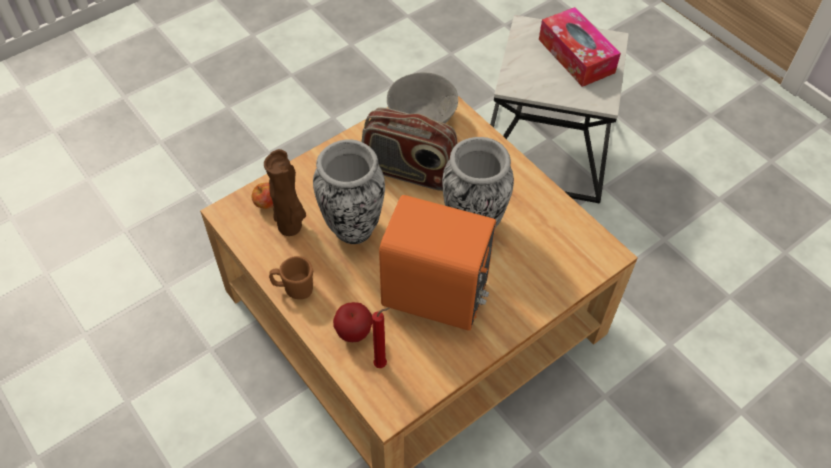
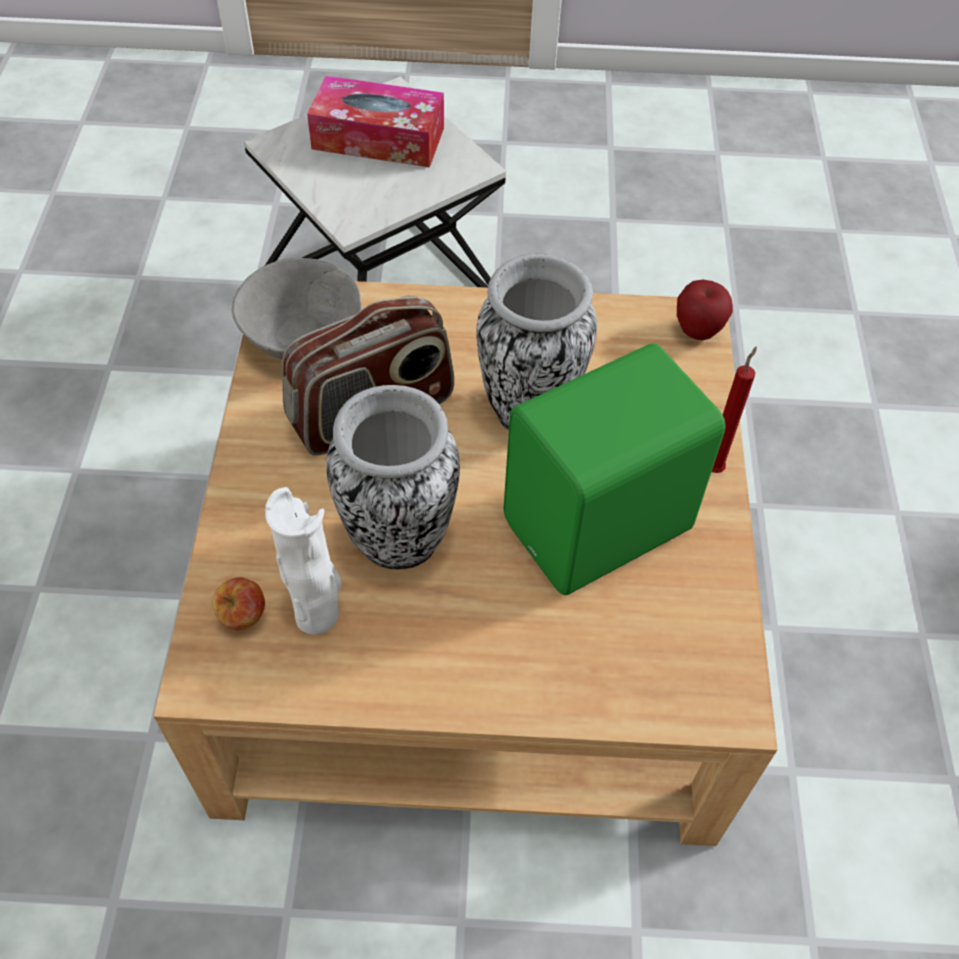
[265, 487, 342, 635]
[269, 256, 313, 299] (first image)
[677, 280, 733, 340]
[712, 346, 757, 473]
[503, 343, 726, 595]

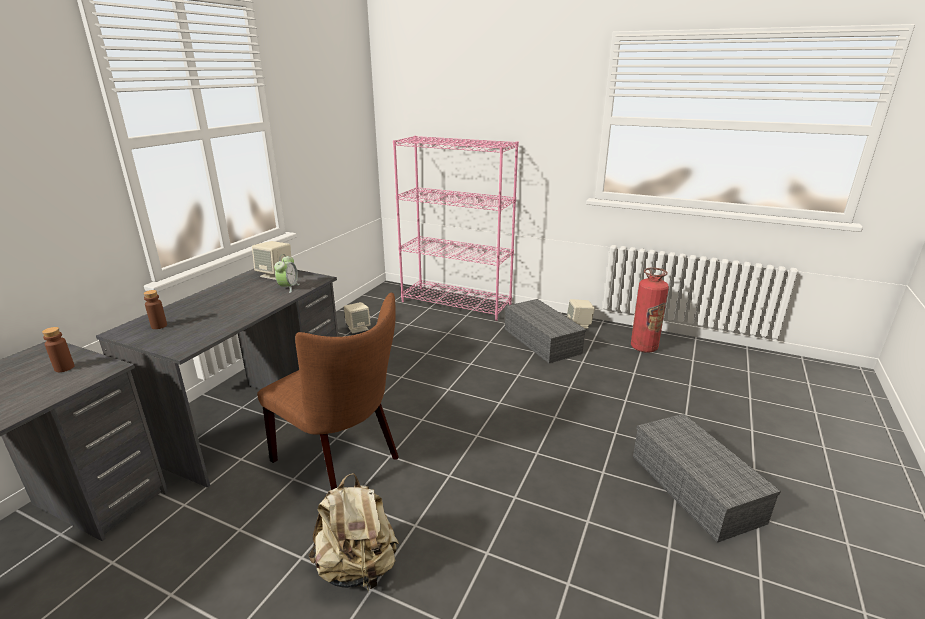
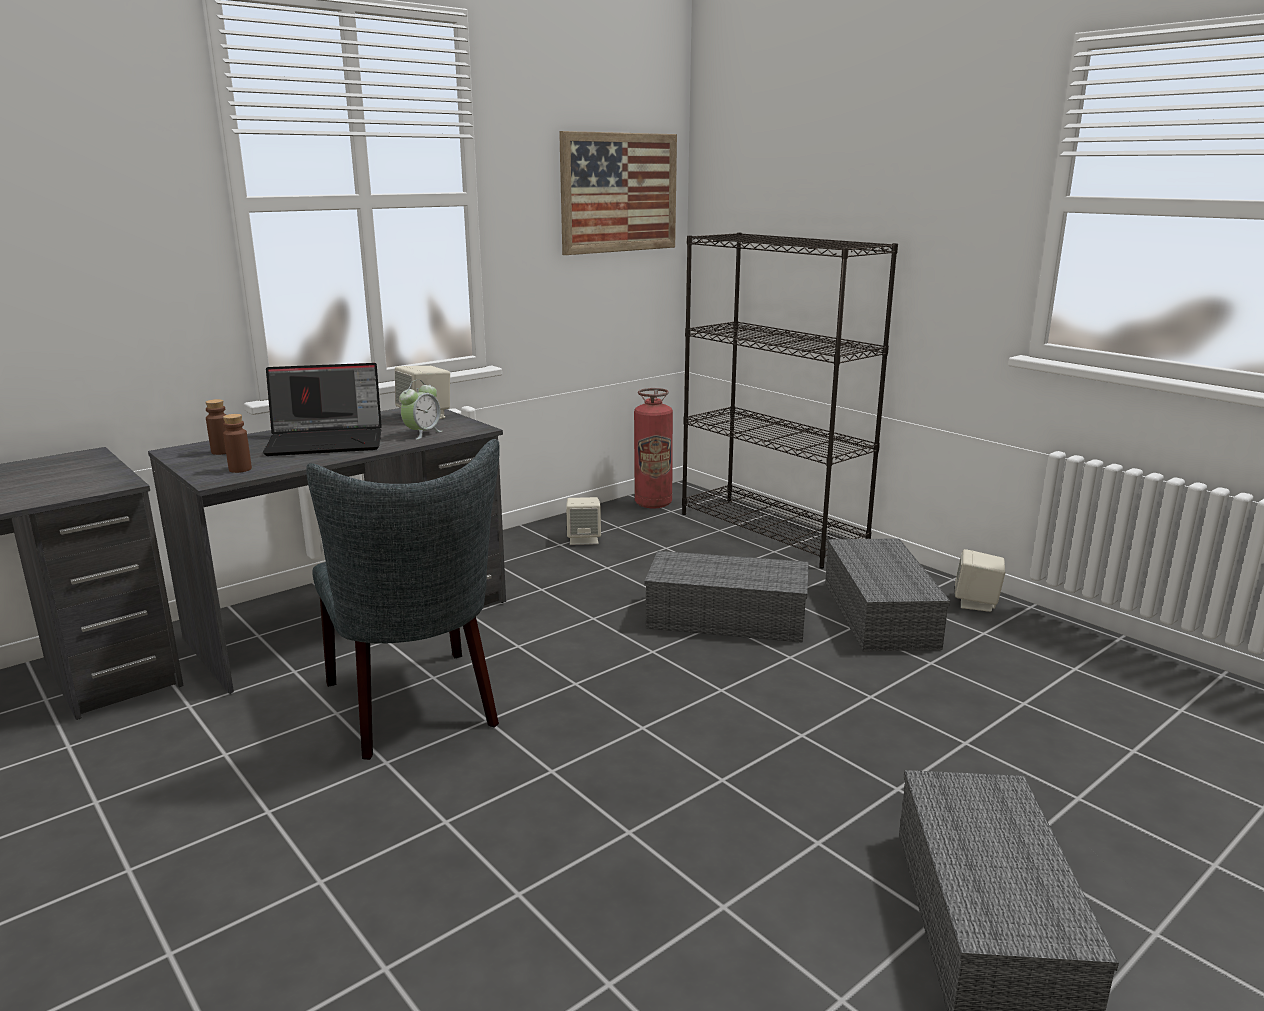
[223, 414, 252, 473]
[306, 439, 500, 760]
[309, 473, 399, 593] (first image)
[682, 232, 898, 568]
[634, 388, 673, 508]
[263, 363, 382, 456]
[559, 131, 677, 255]
[645, 551, 809, 643]

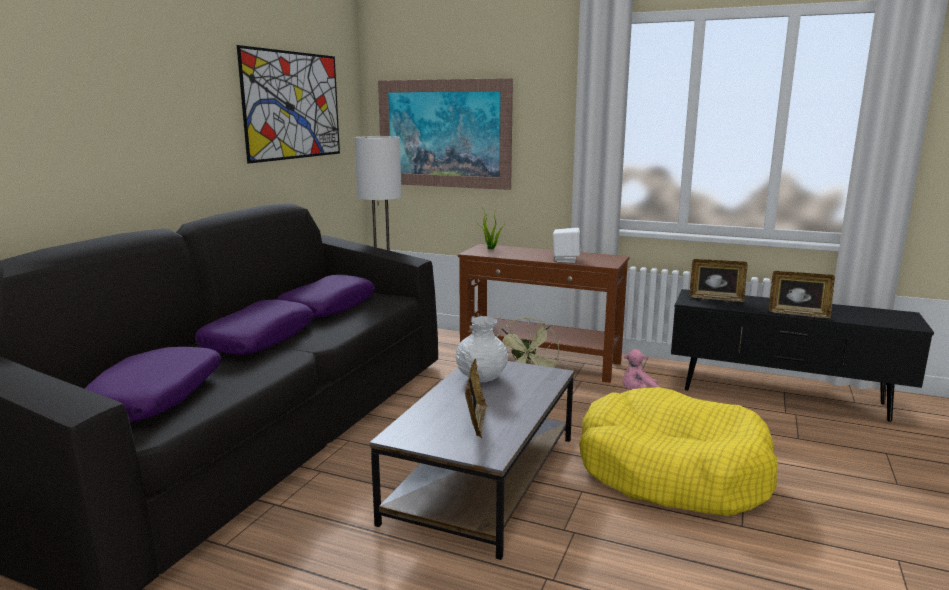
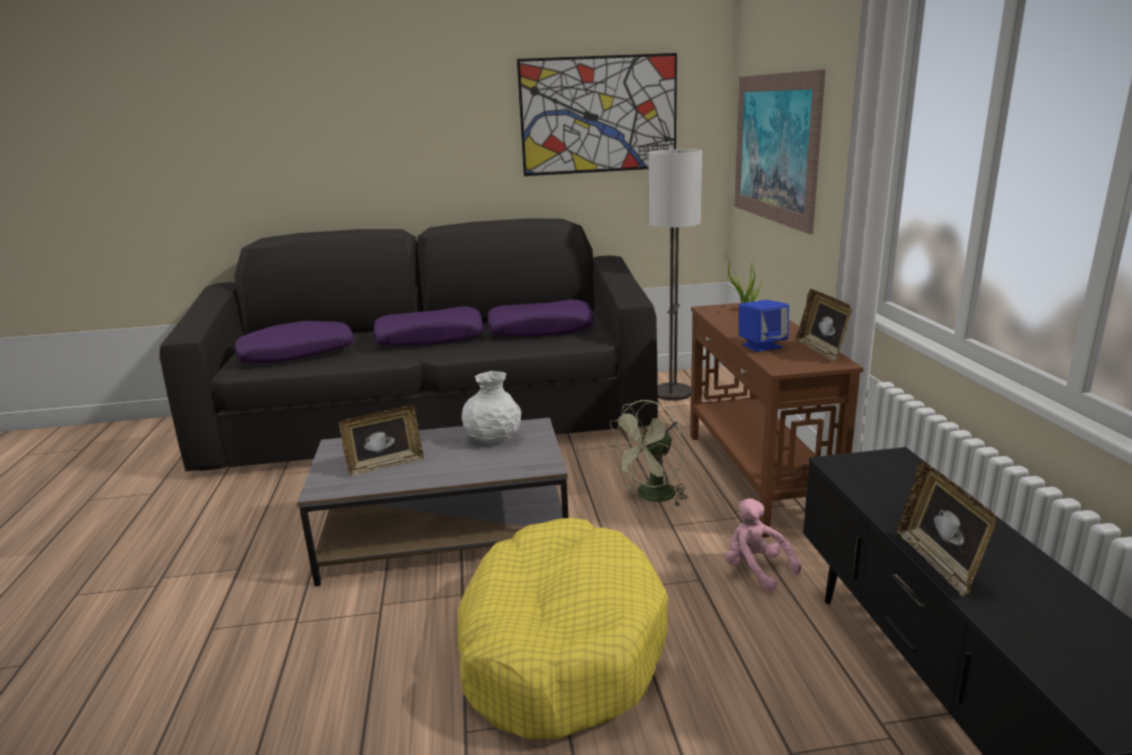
[739, 300, 789, 352]
[796, 289, 852, 362]

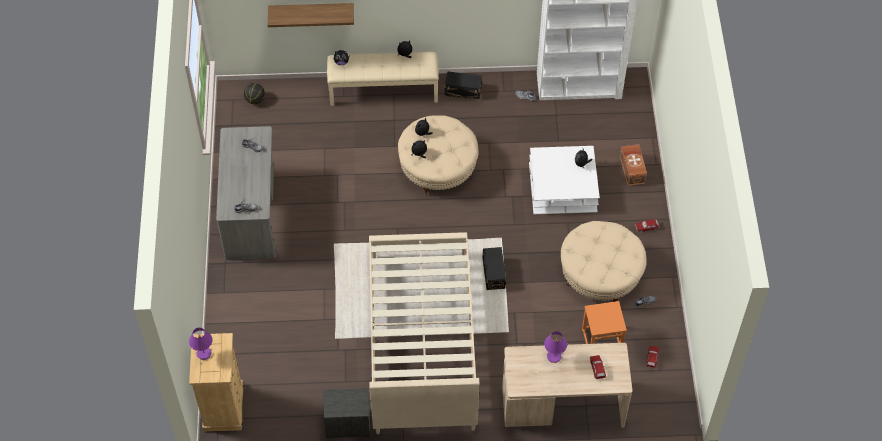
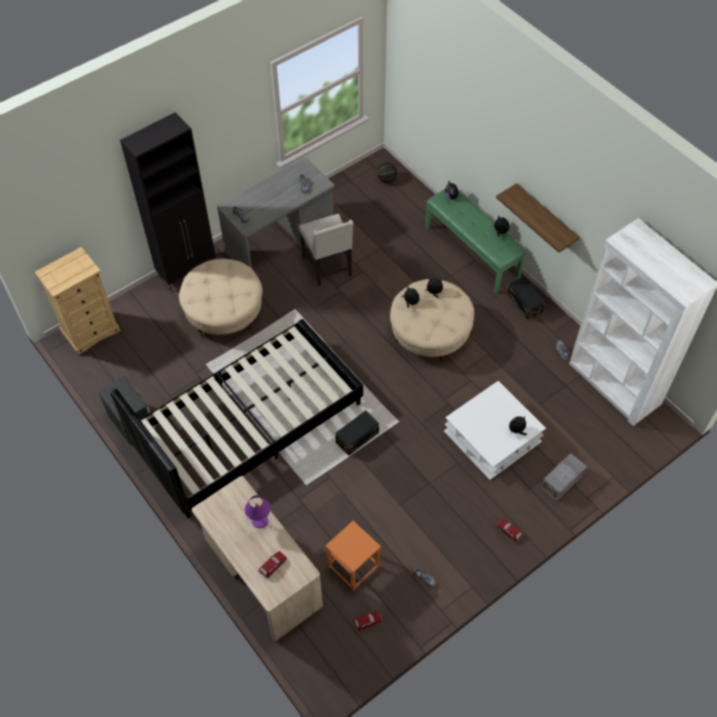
[189, 328, 213, 360] (first image)
[496, 183, 580, 253]
[425, 189, 527, 293]
[110, 319, 363, 518]
[179, 259, 263, 337]
[541, 453, 587, 501]
[120, 112, 216, 291]
[299, 214, 353, 286]

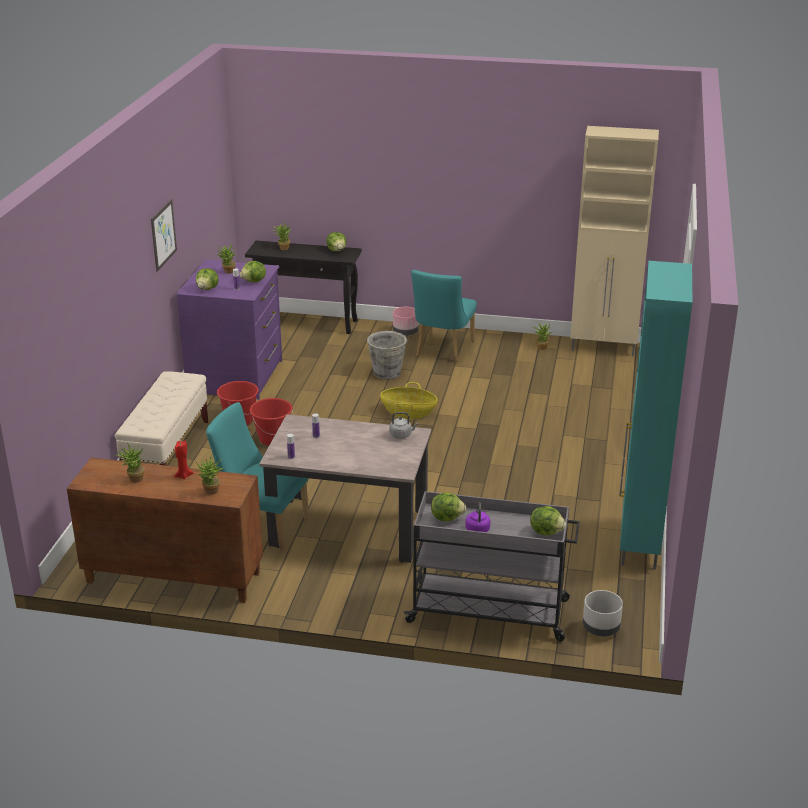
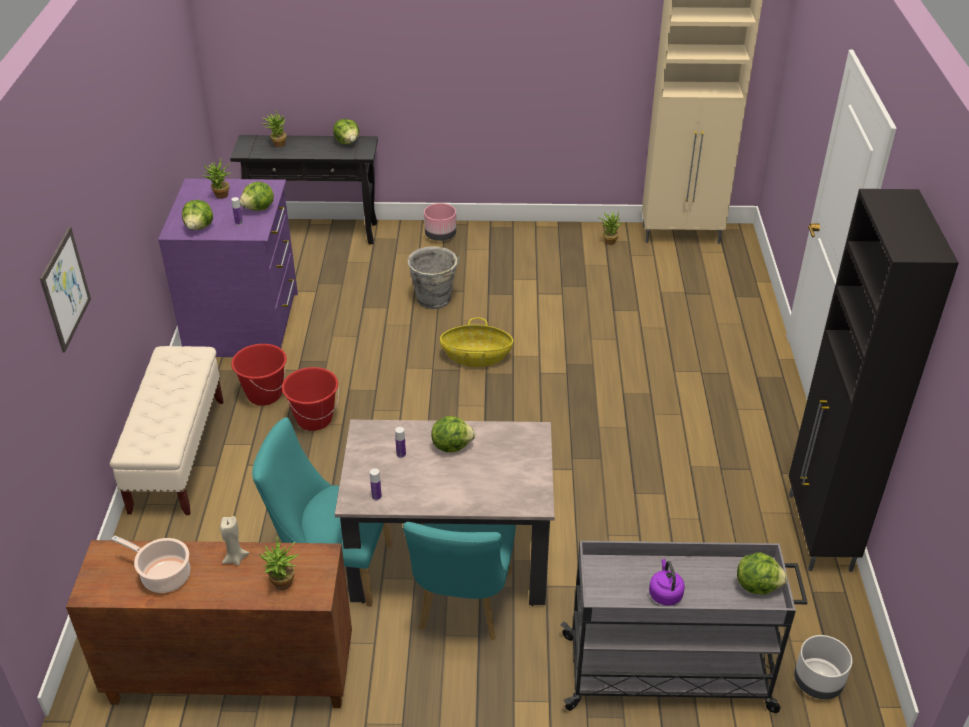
[112, 535, 190, 593]
[40, 227, 91, 353]
[220, 516, 249, 566]
[389, 412, 418, 439] (first image)
[403, 522, 516, 640]
[431, 416, 475, 452]
[789, 189, 959, 572]

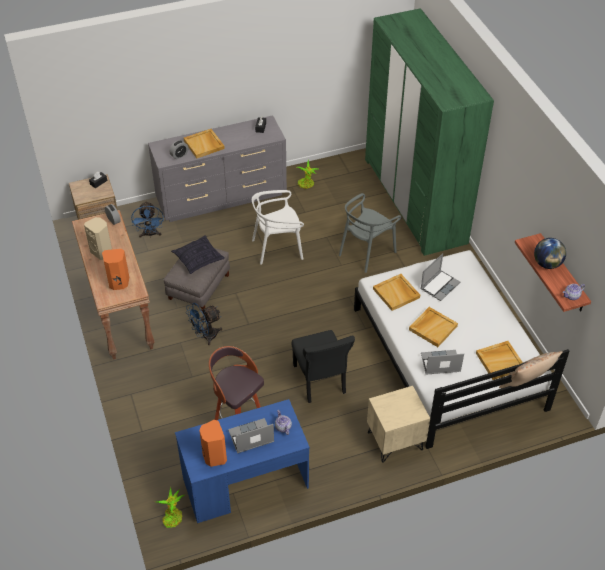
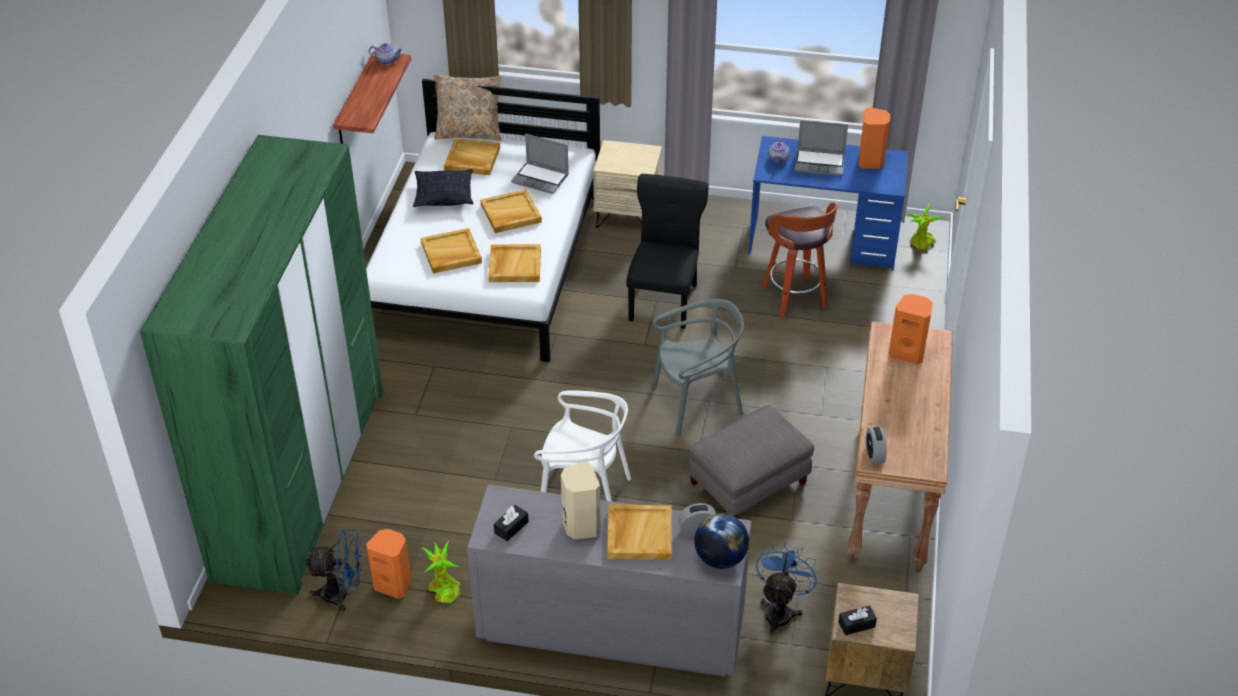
[561, 461, 601, 540]
[413, 169, 474, 207]
[305, 530, 362, 611]
[652, 299, 744, 436]
[421, 228, 482, 274]
[694, 514, 749, 569]
[366, 529, 412, 599]

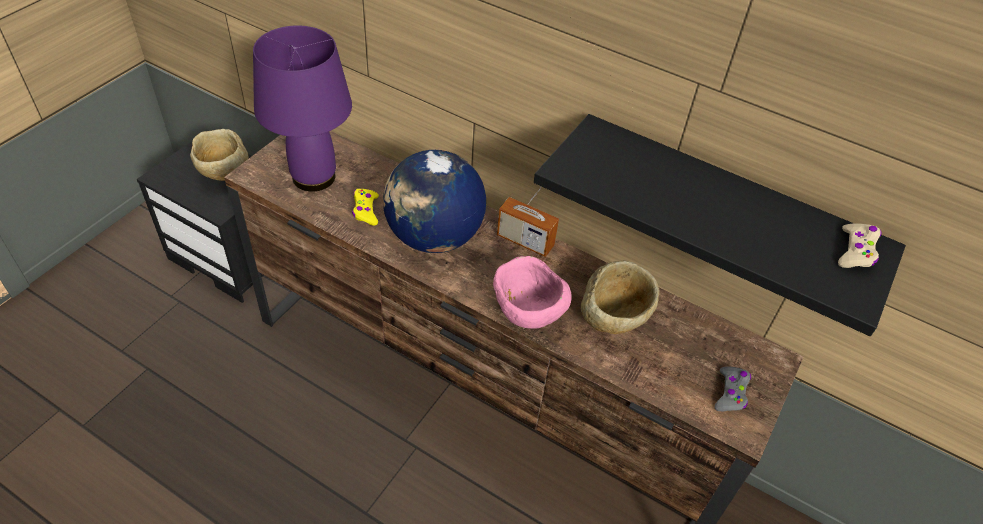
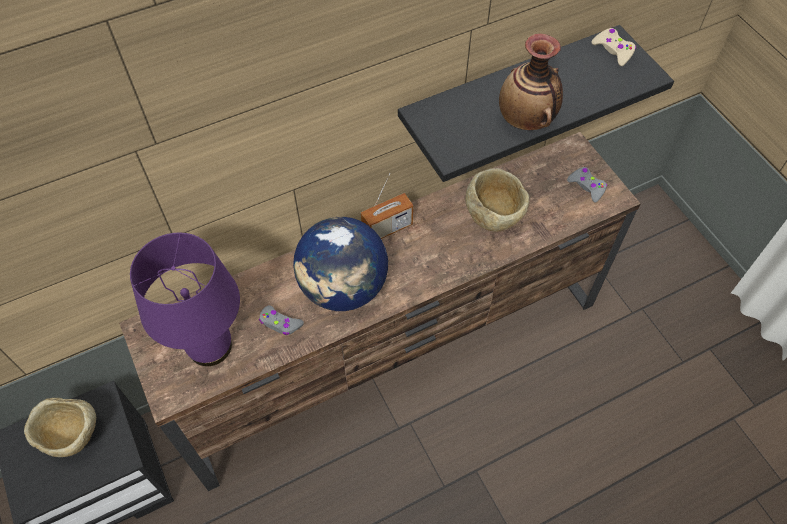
[259, 305, 304, 335]
[493, 256, 572, 329] (first image)
[499, 34, 563, 130]

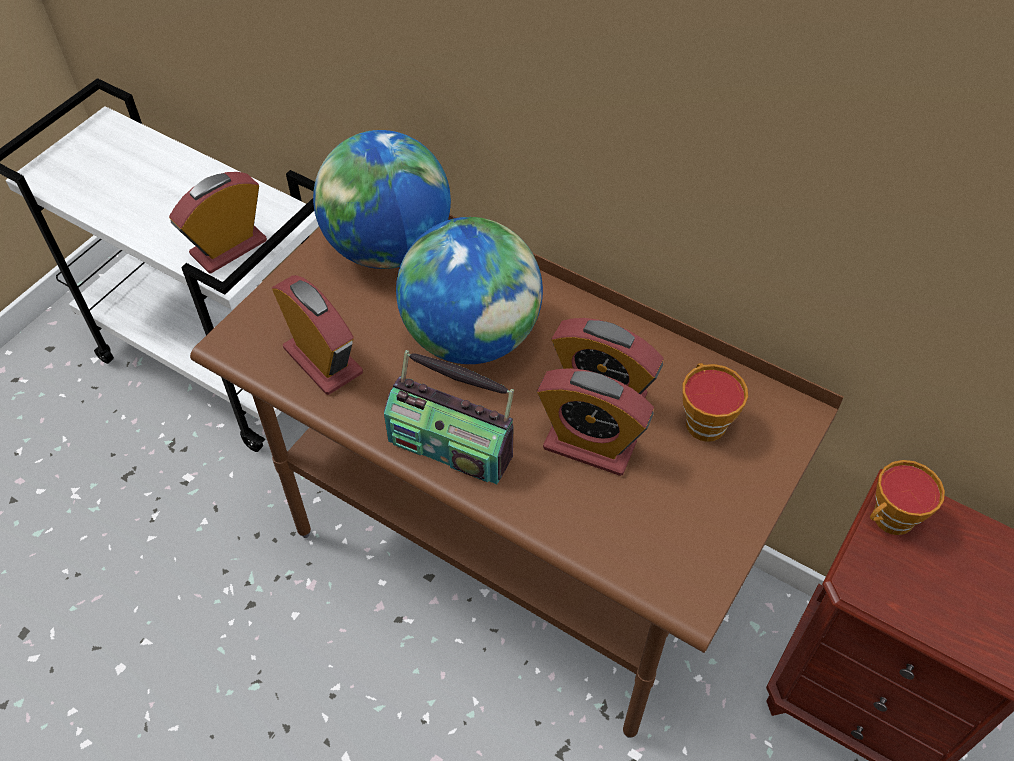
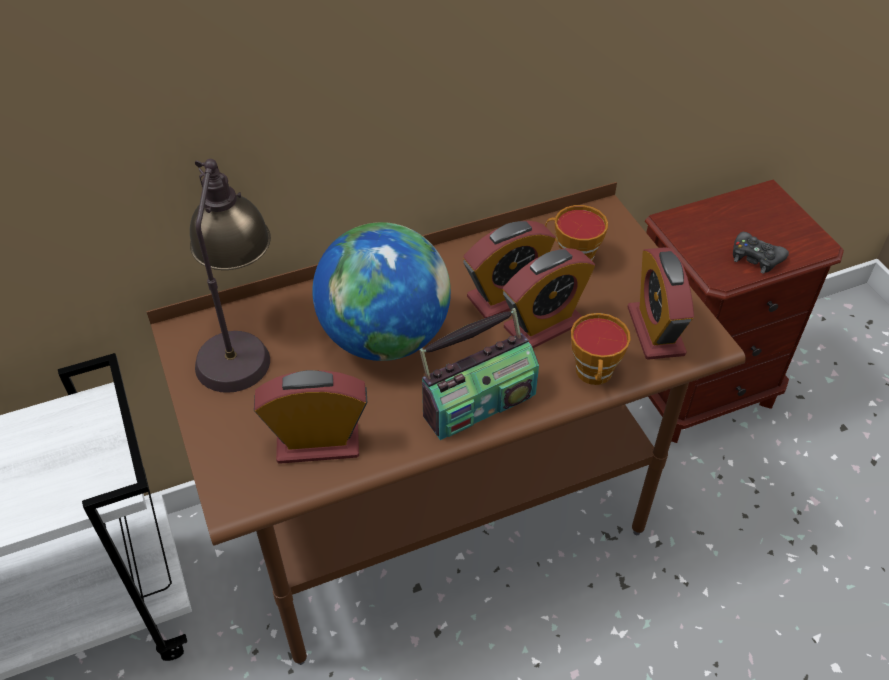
[628, 247, 694, 360]
[190, 159, 271, 393]
[571, 313, 631, 385]
[733, 232, 789, 274]

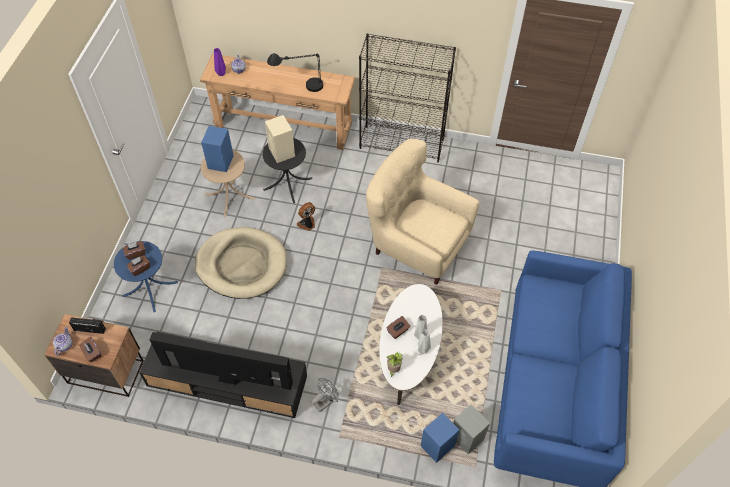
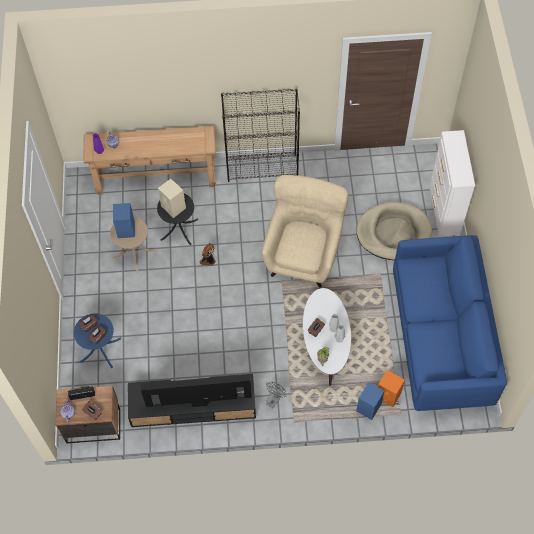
[356, 202, 433, 260]
[267, 53, 323, 92] (first image)
[262, 175, 348, 288]
[378, 370, 405, 407]
[429, 130, 475, 237]

